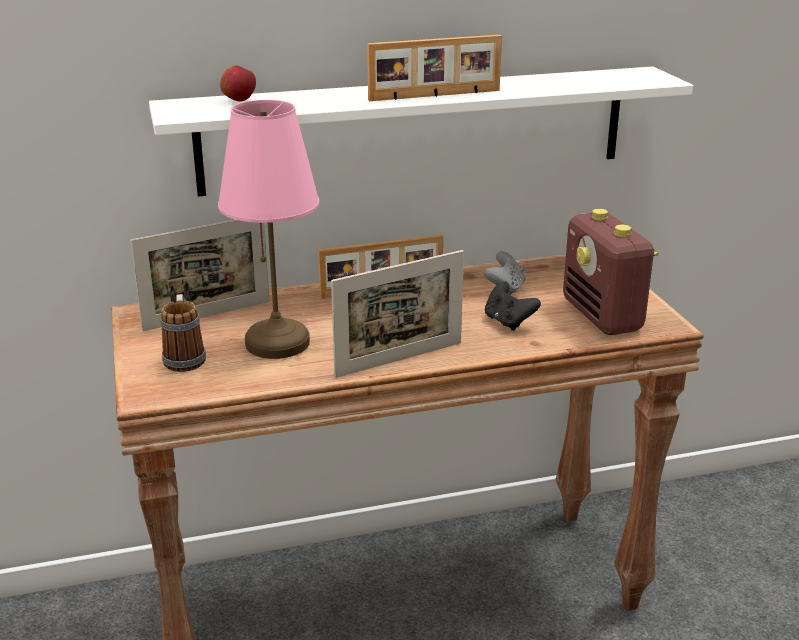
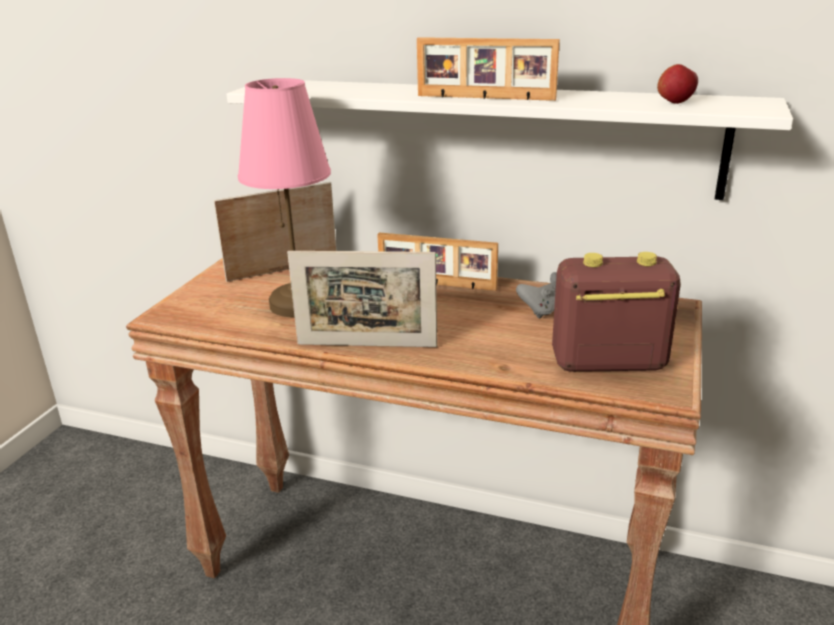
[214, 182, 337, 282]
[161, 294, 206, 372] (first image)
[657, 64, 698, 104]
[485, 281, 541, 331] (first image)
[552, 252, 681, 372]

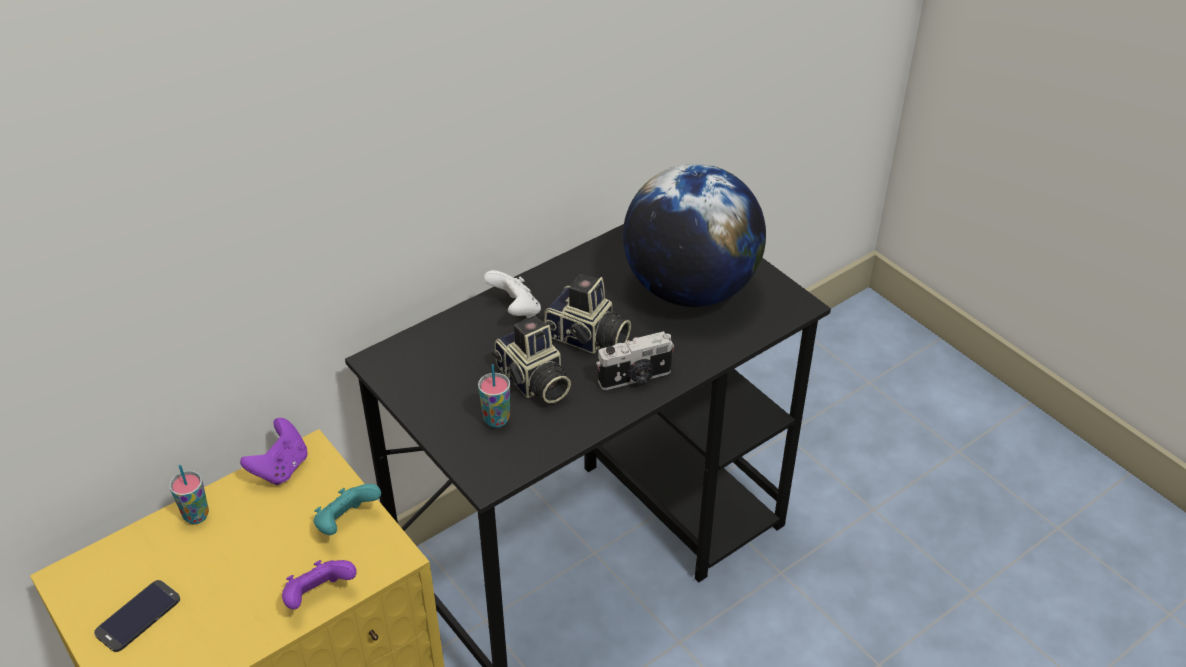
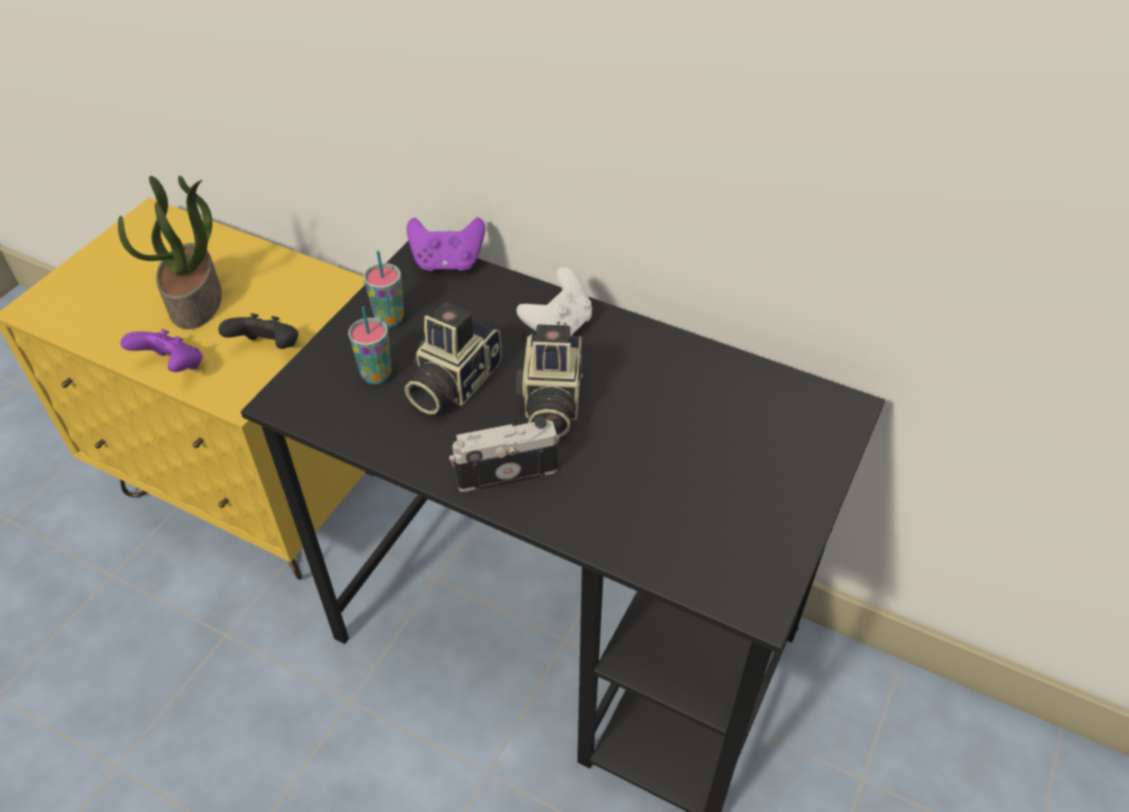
[94, 580, 180, 652] (first image)
[364, 251, 404, 328]
[407, 217, 485, 271]
[218, 313, 298, 349]
[449, 417, 560, 492]
[623, 163, 766, 307] (first image)
[118, 176, 222, 329]

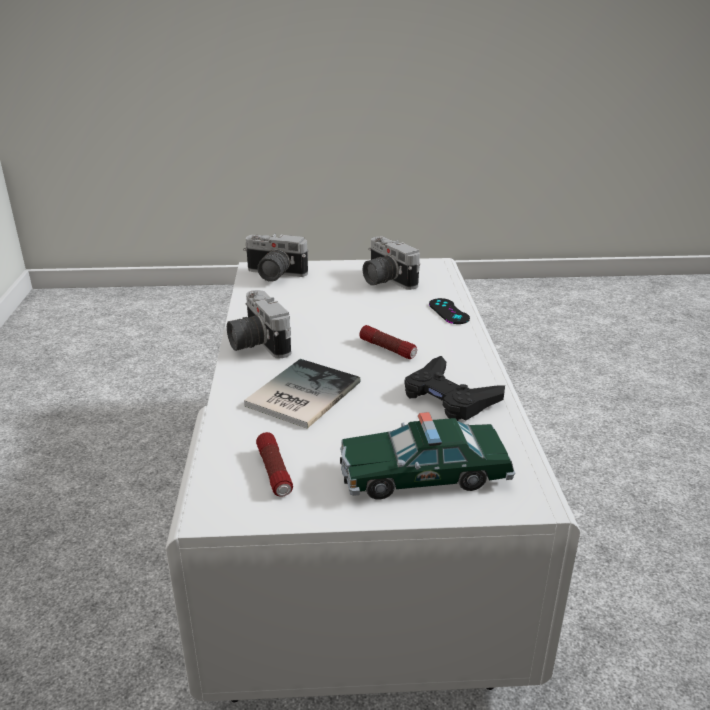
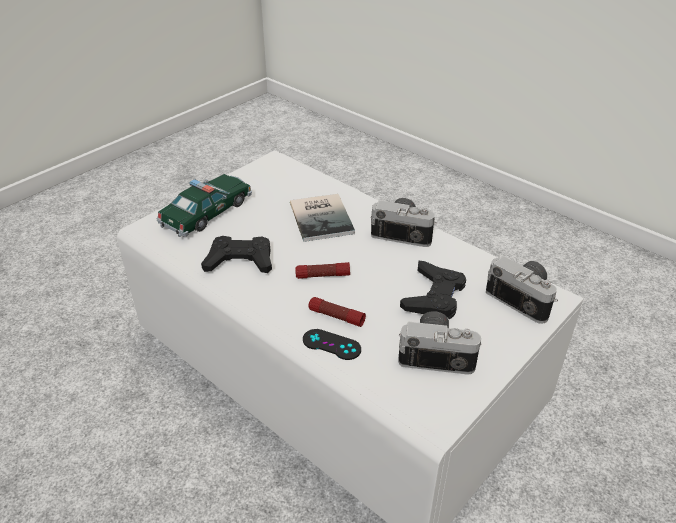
[486, 256, 558, 324]
[308, 297, 366, 327]
[400, 260, 466, 319]

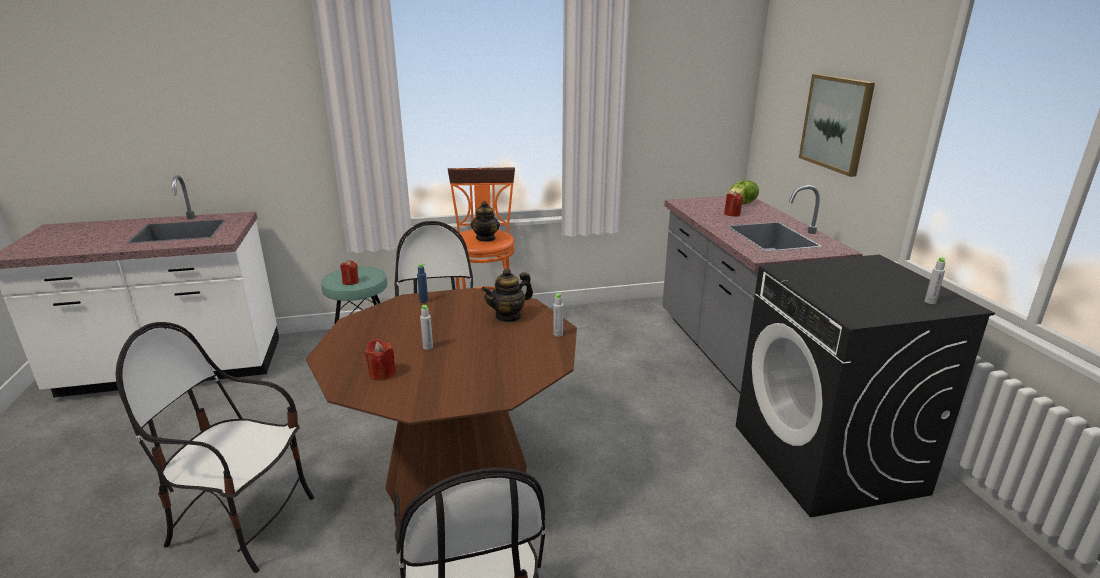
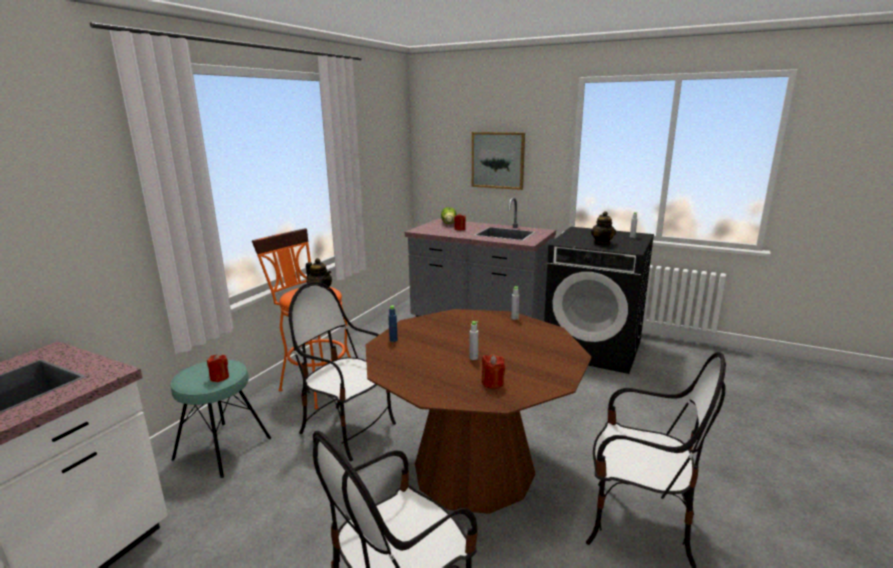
[591, 211, 616, 245]

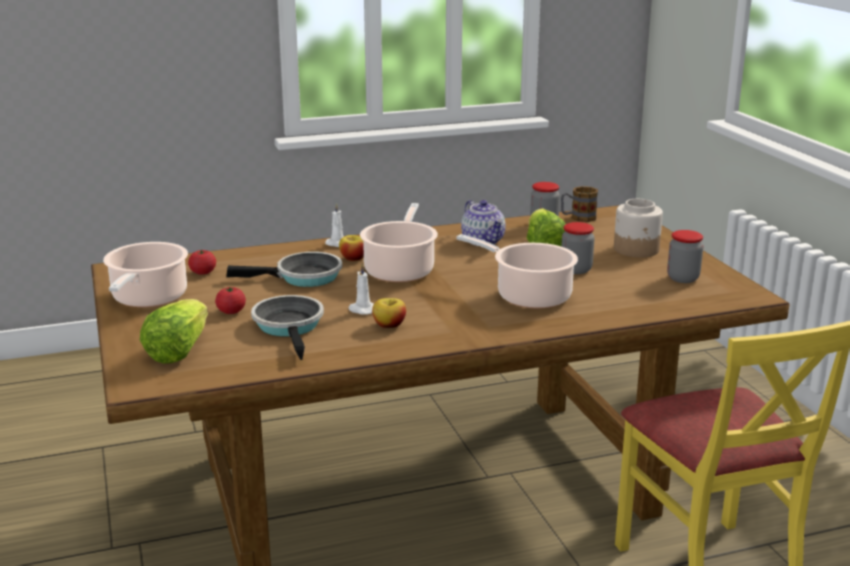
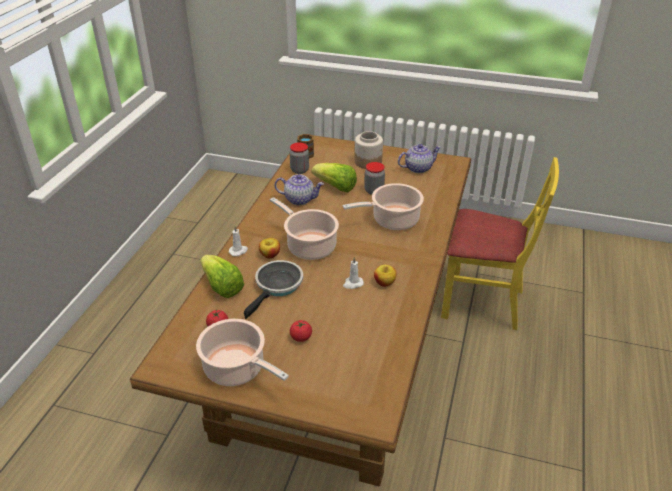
[200, 255, 244, 298]
[251, 295, 324, 360] (first image)
[398, 144, 441, 173]

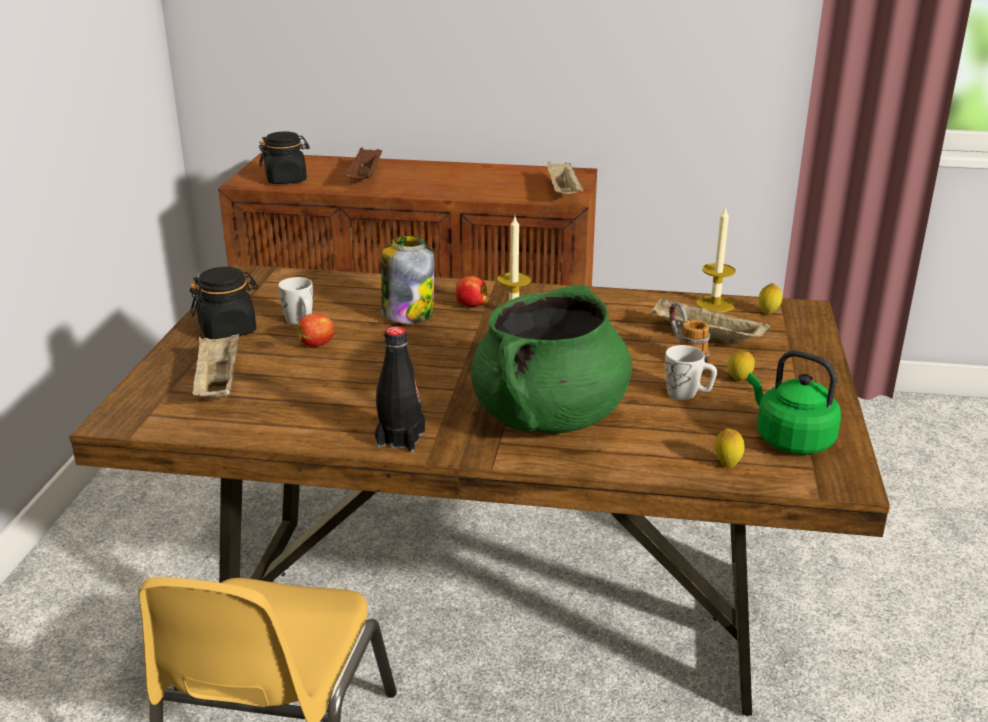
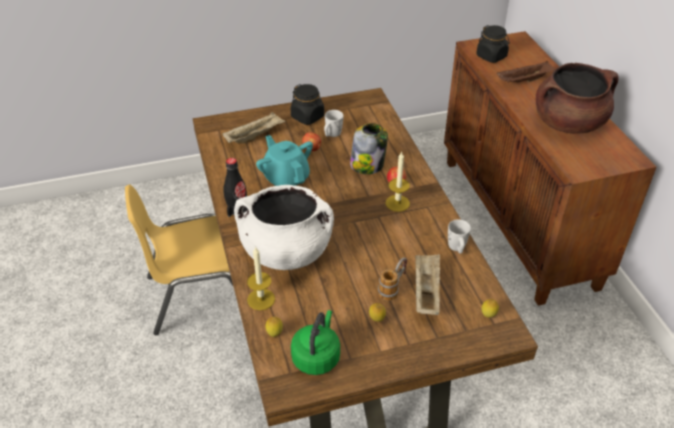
[234, 185, 334, 270]
[547, 161, 583, 194] (first image)
[448, 219, 471, 254]
[247, 246, 275, 310]
[256, 135, 313, 186]
[536, 63, 619, 134]

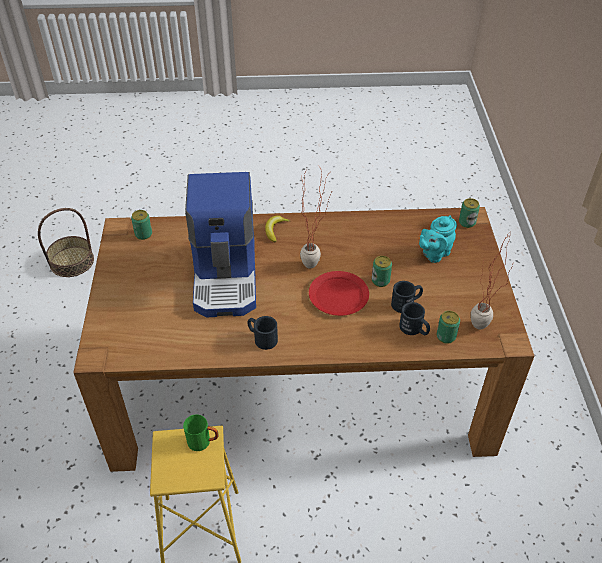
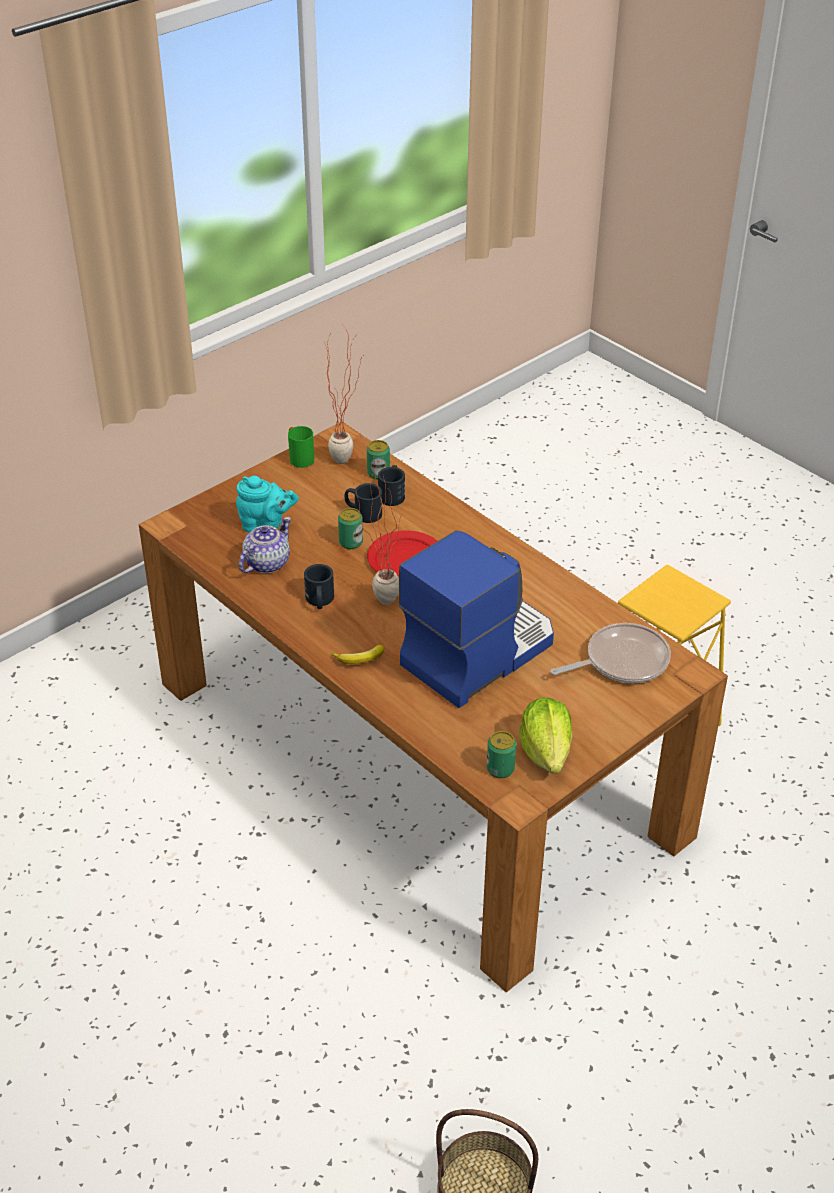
[288, 426, 314, 468]
[304, 564, 334, 609]
[459, 198, 480, 228] (first image)
[239, 517, 291, 573]
[519, 697, 573, 773]
[551, 623, 671, 683]

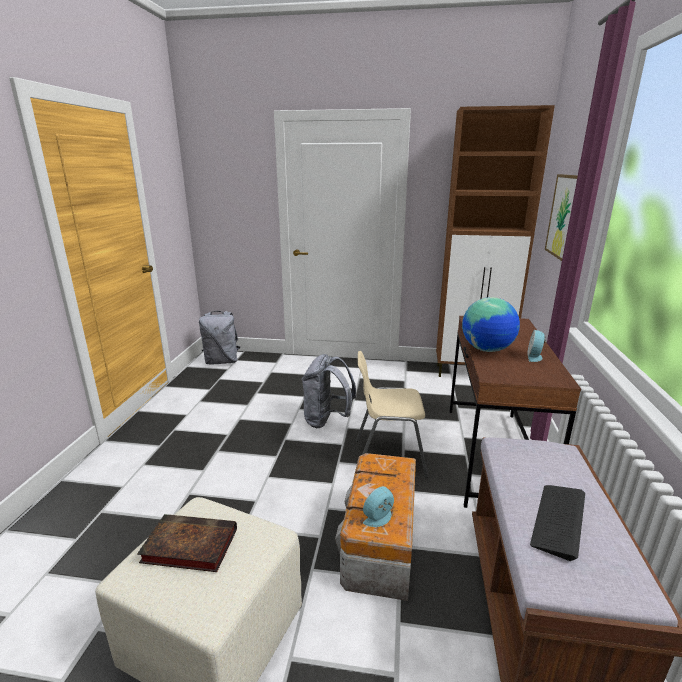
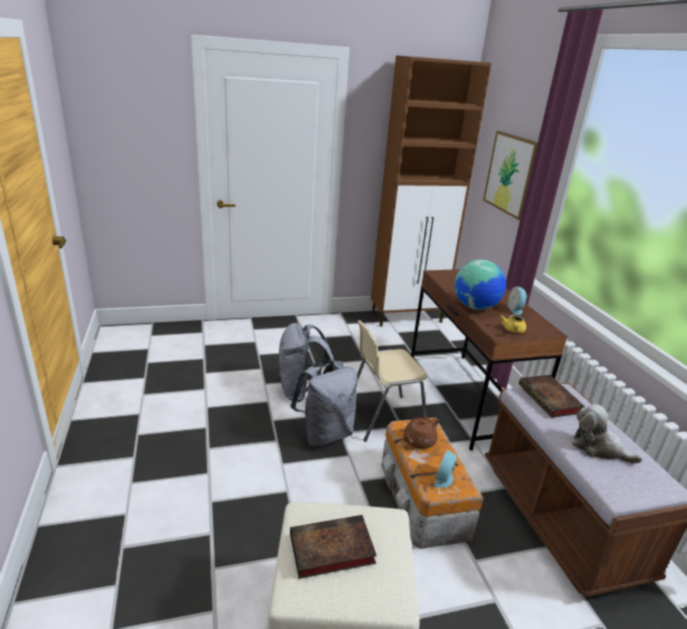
[290, 360, 358, 447]
[572, 404, 642, 463]
[402, 417, 439, 449]
[500, 314, 526, 333]
[519, 375, 585, 418]

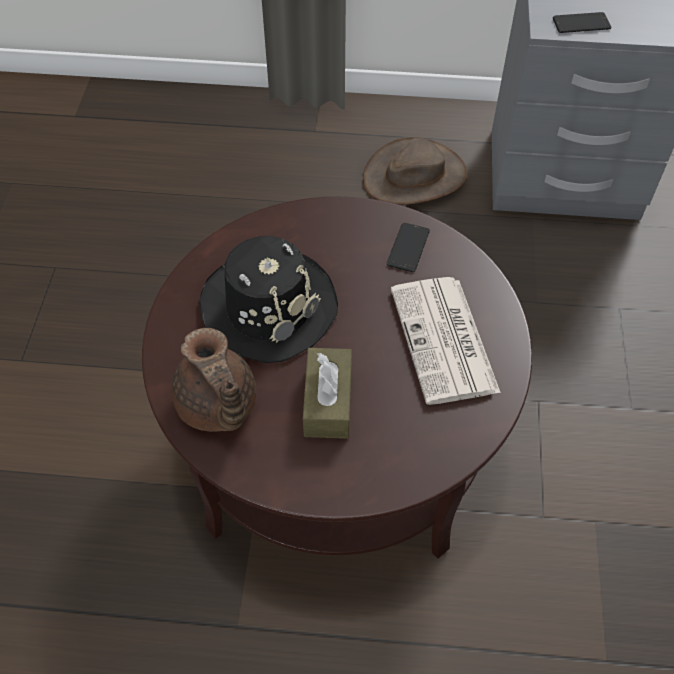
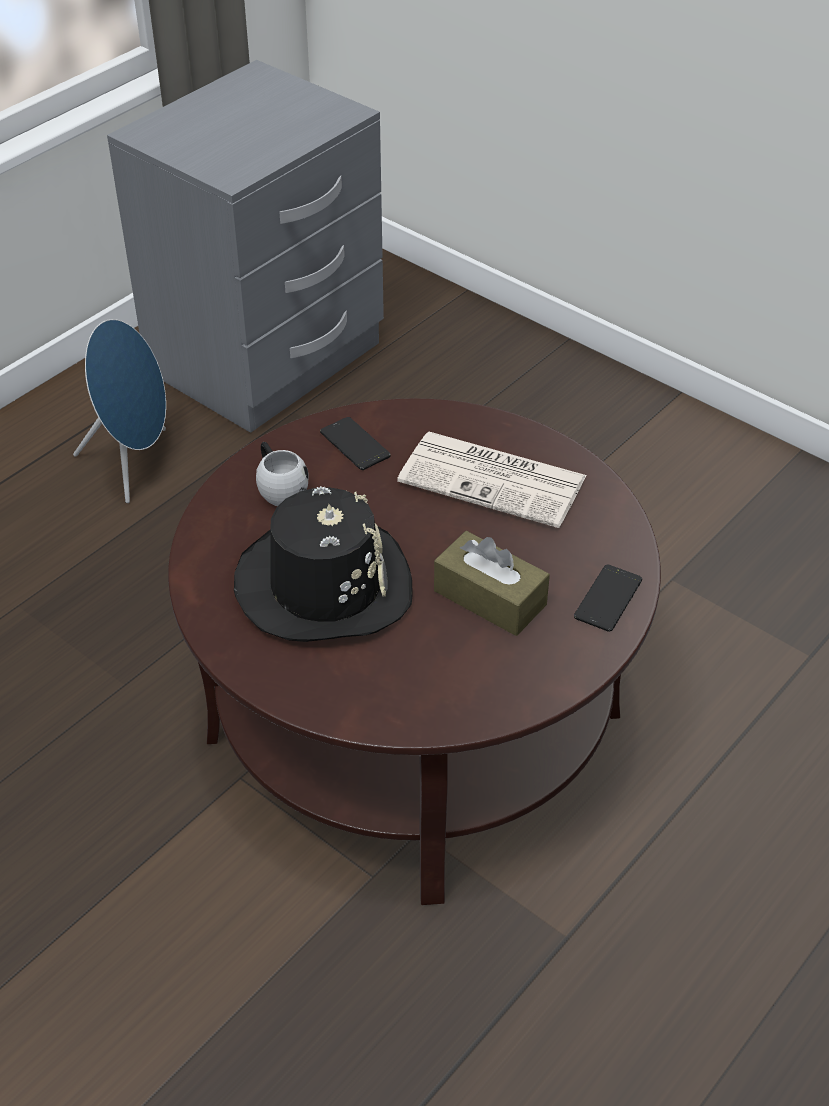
[171, 328, 256, 432] (first image)
[73, 319, 166, 503]
[574, 564, 642, 632]
[256, 442, 308, 506]

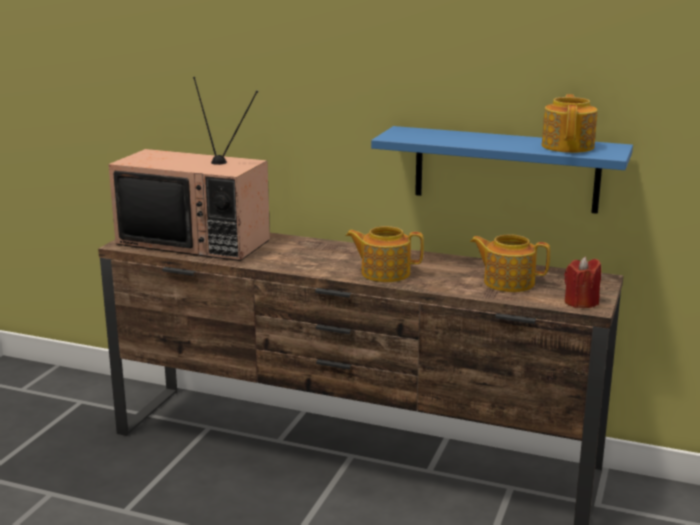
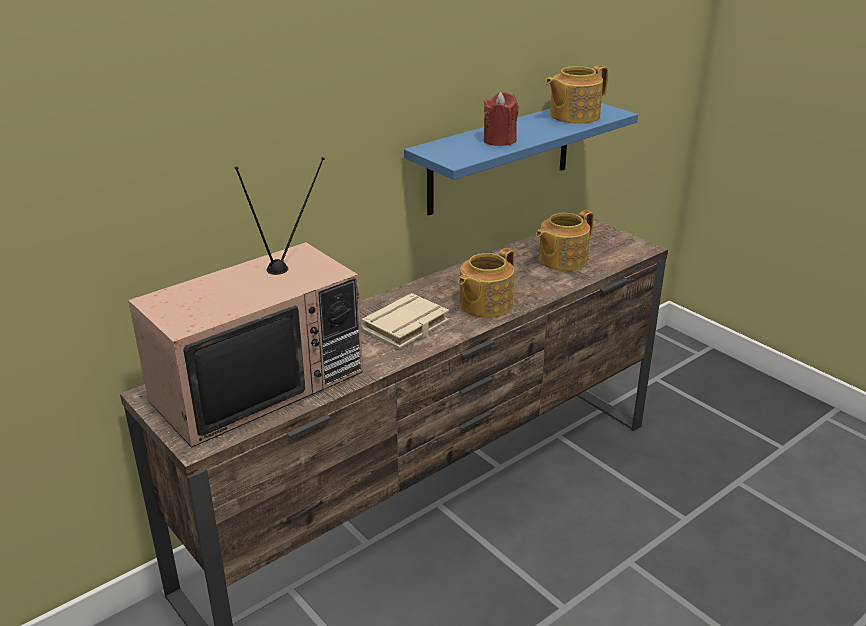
[545, 65, 608, 124]
[484, 92, 519, 146]
[361, 293, 449, 349]

